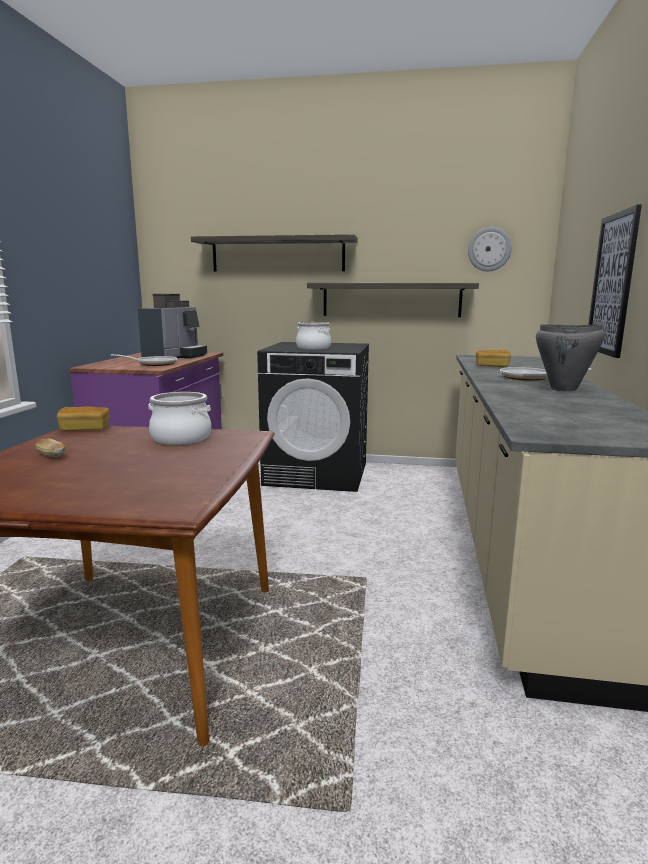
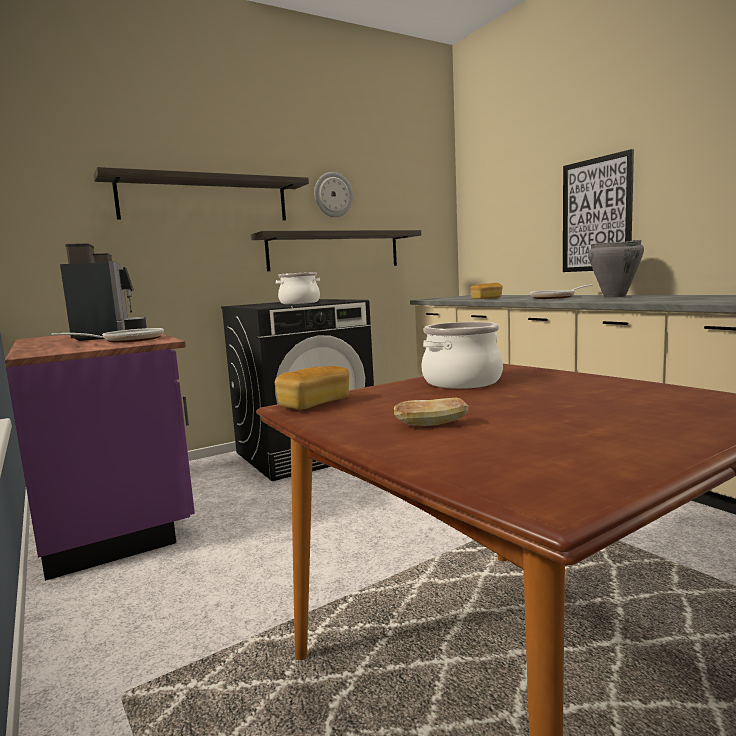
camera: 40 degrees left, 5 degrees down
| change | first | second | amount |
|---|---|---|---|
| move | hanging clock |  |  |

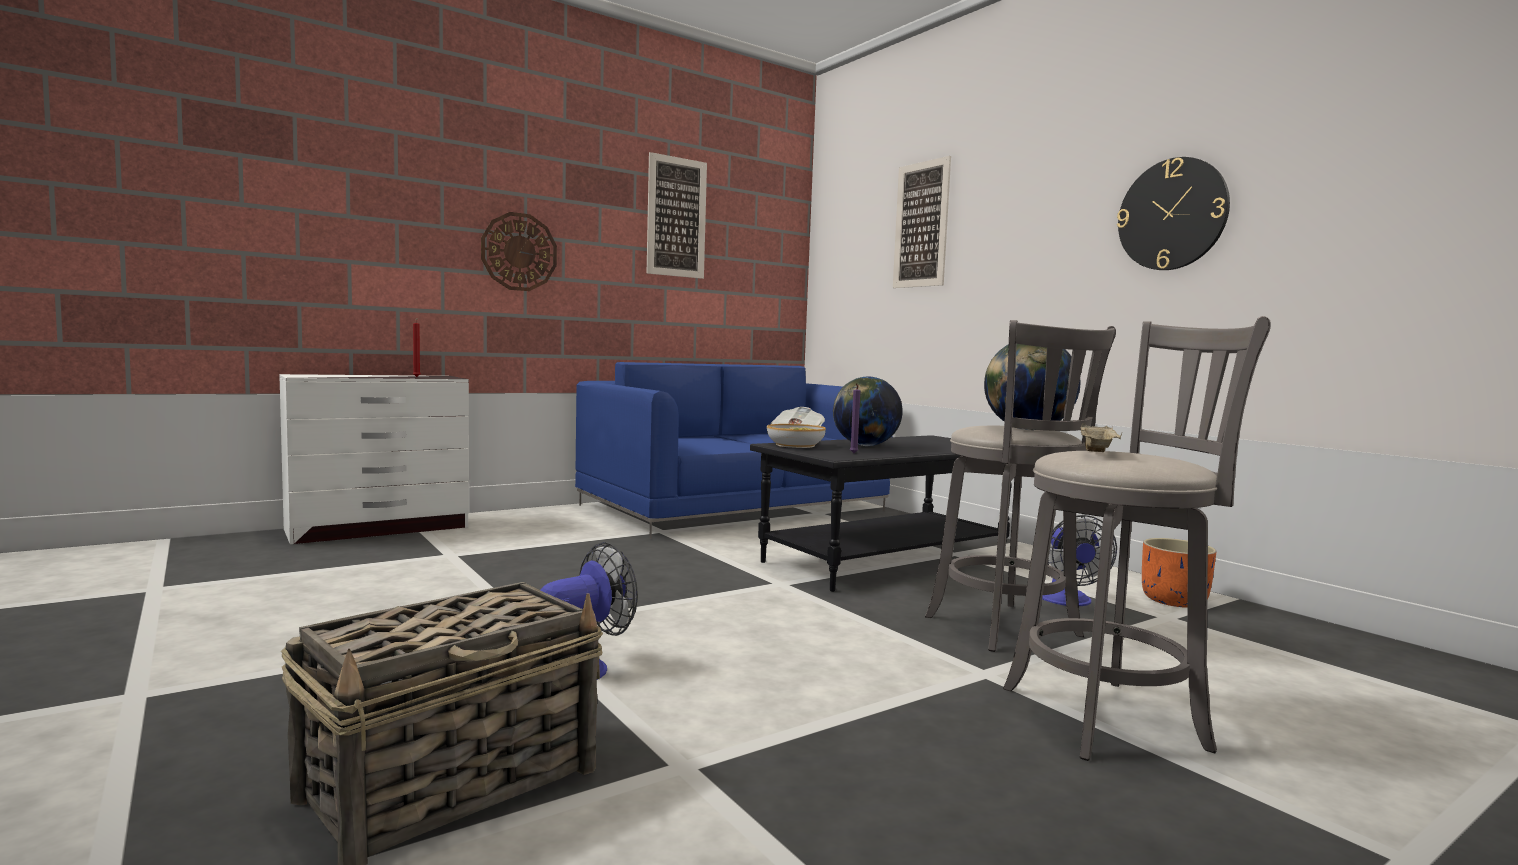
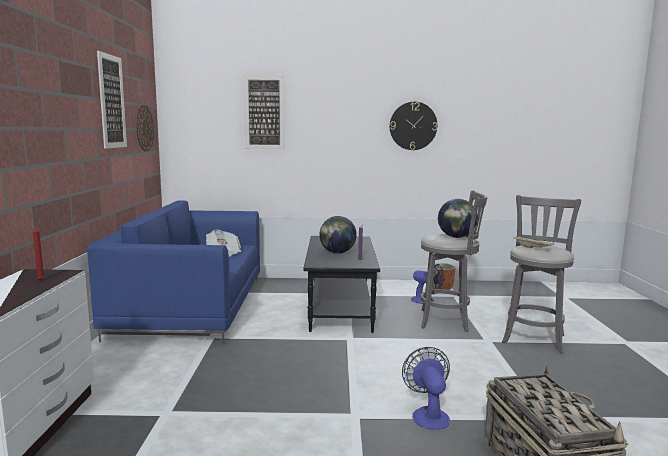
camera: 55 degrees left, 5 degrees up
| change | first | second | amount |
|---|---|---|---|
| move | hanging clock (1st from left) |  |  |
| delete | deep dish |  |  |

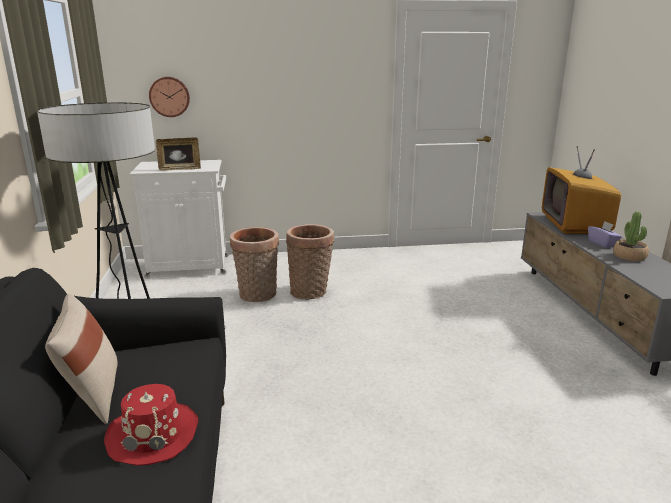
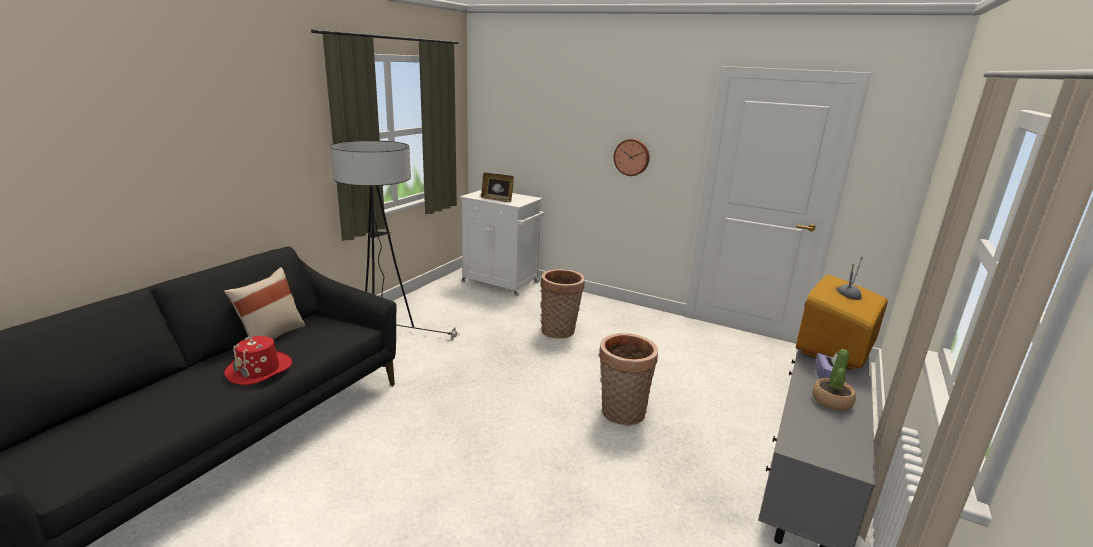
camera: 35 degrees right, 0 degrees up
| change | first | second | amount |
|---|---|---|---|
| move | hanging clock |  |  |
| move | basket (1st from left in the first image) | basket (2nd from left) |  |

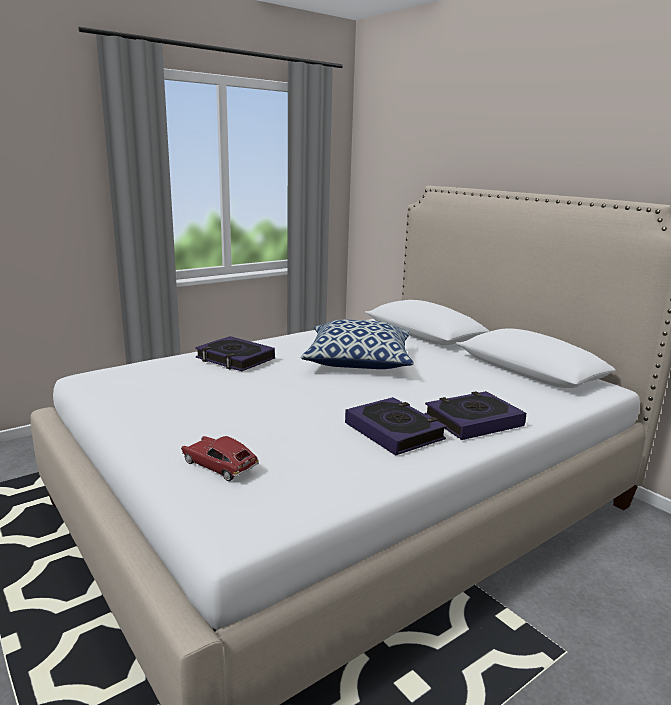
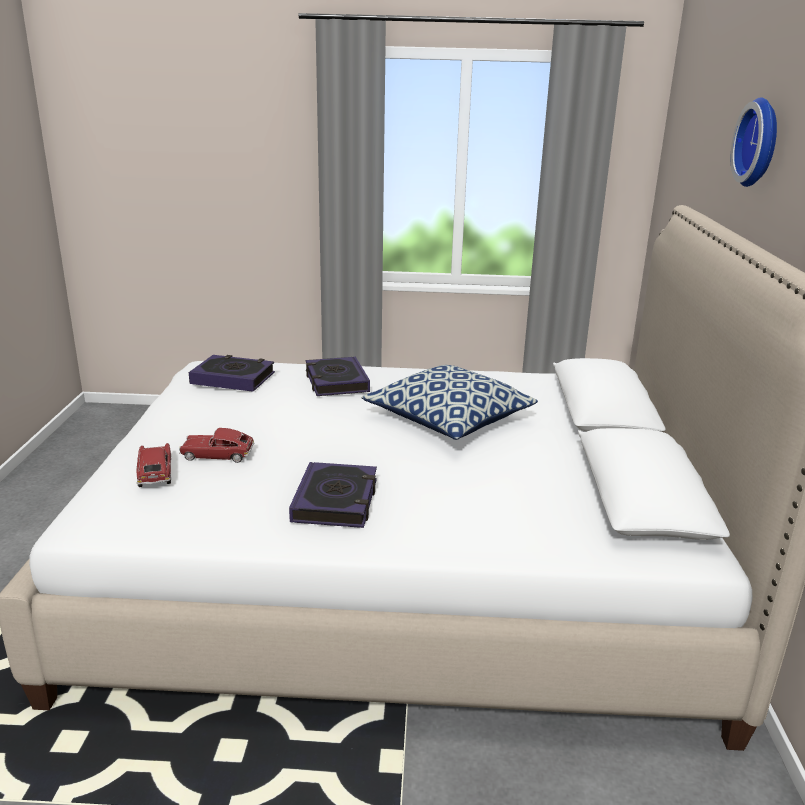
camera: 40 degrees right, 5 degrees up
| change | first | second | amount |
|---|---|---|---|
| move | volume (3rd from left in the first image) | volume (1st from left) |  |
| insert |  | model car (2nd from left) |  |
| insert |  | hanging clock |  |

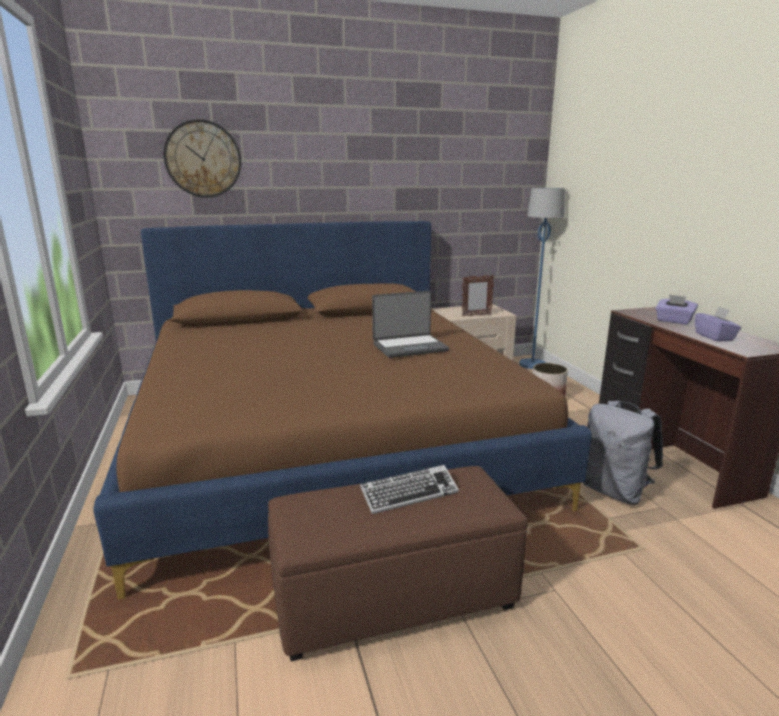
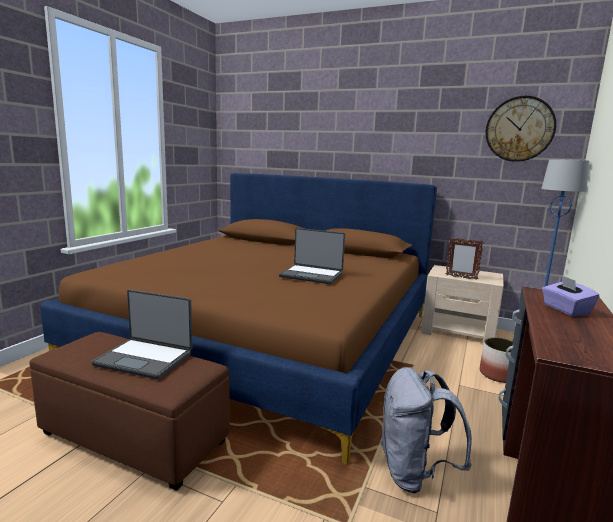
camera: 40 degrees right, 5 degrees down
| change | first | second | amount |
|---|---|---|---|
| move | hanging clock |  |  |
| replace | keyboard | laptop (1st from left) |  |
| delete | purplish tissue holder (2nd from left) |  |  |

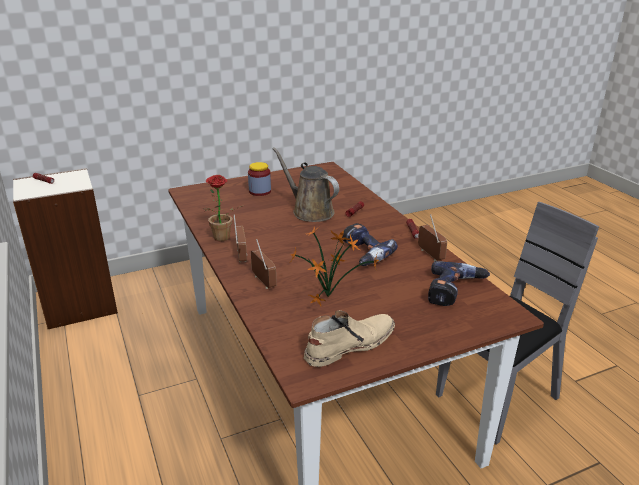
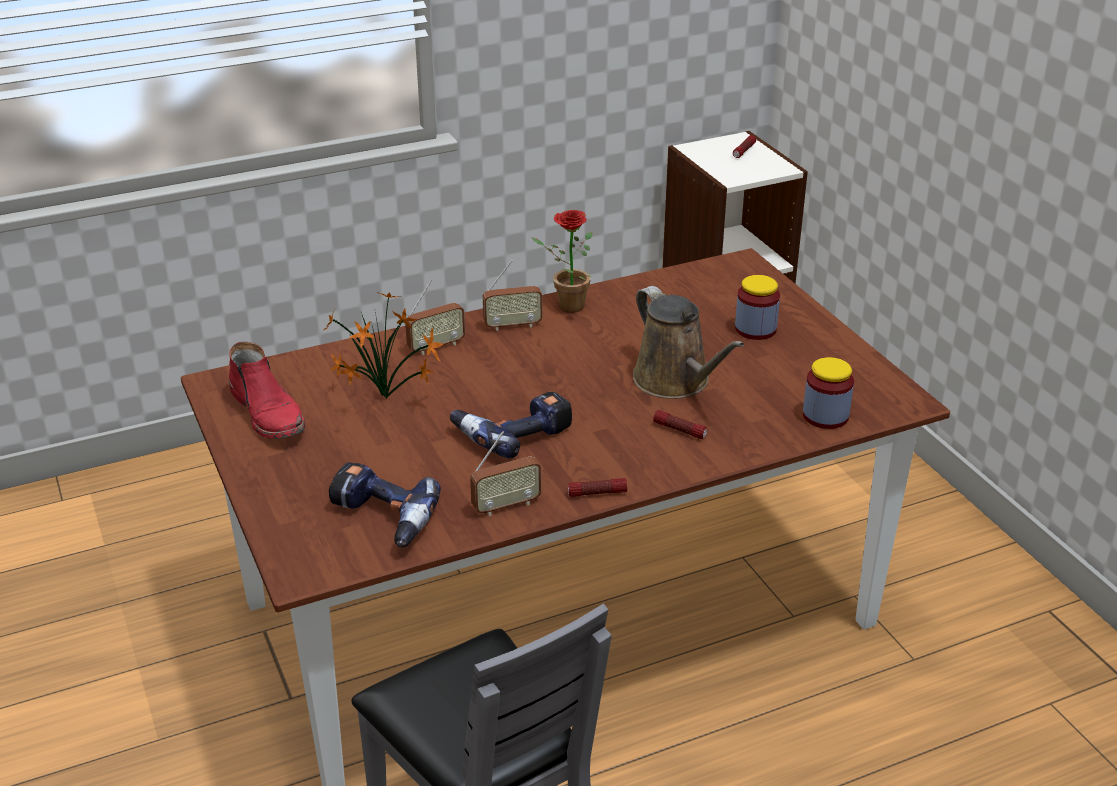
camera: 90 degrees right, 5 degrees up
| change | first | second | amount |
|---|---|---|---|
| rotate | brown watering can |  | 105 degrees clockwise |
| recolor | beige boot | reddish boot |  |
| insert |  | jar (2nd from left) |  |

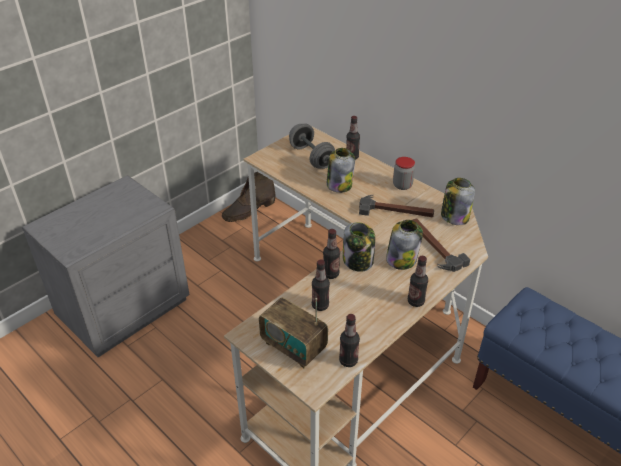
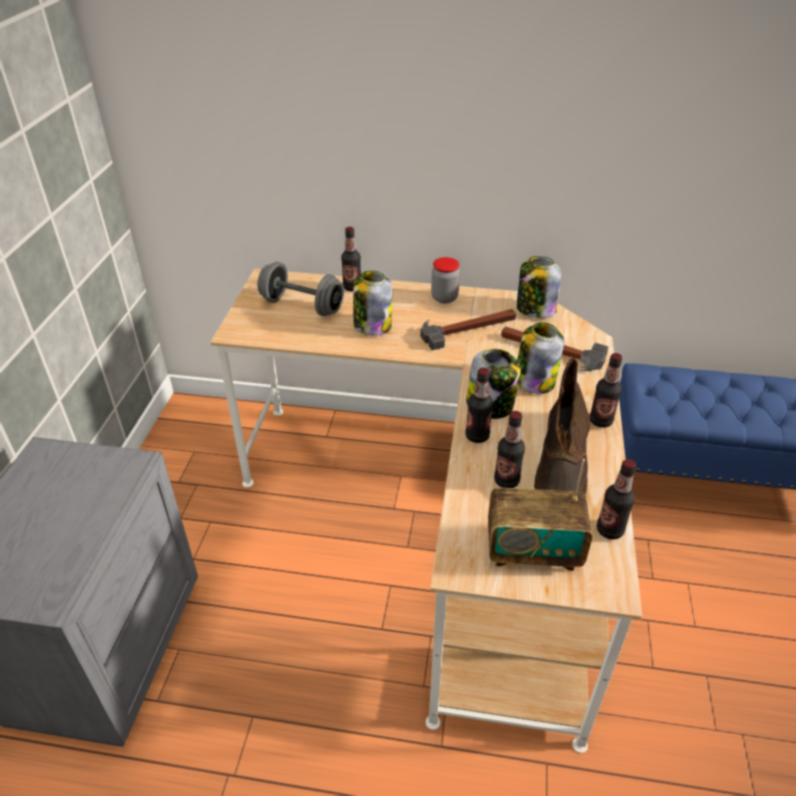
camera: 35 degrees left, 0 degrees up
| change | first | second | amount |
|---|---|---|---|
| move | brown boot |  |  |

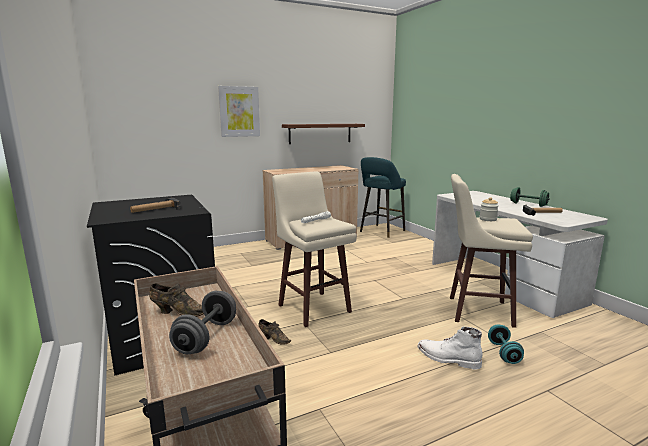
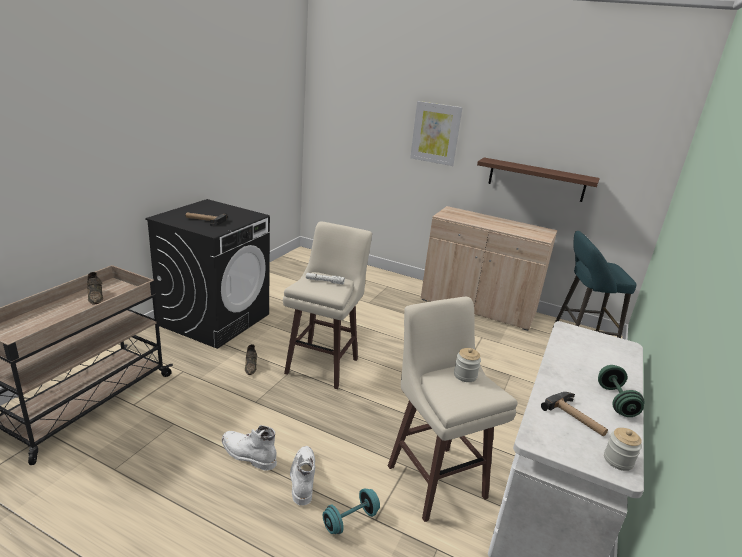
camera: 50 degrees right, 10 degrees up
| change | first | second | amount |
|---|---|---|---|
| delete | greyish free weight |  |  |
| insert |  | white-coloured boot (1st from left) |  |
| insert |  | jar (2nd from left) |  |

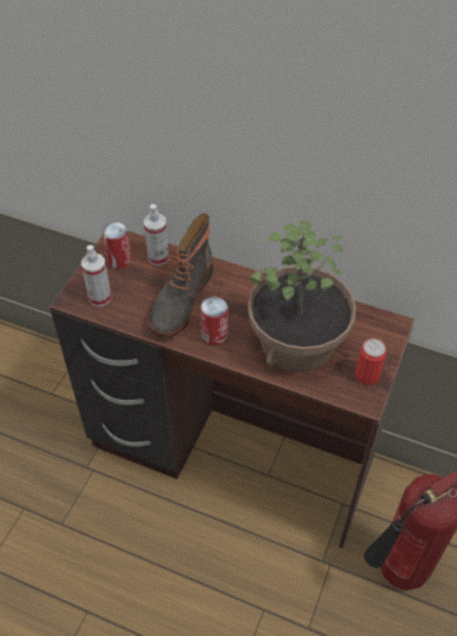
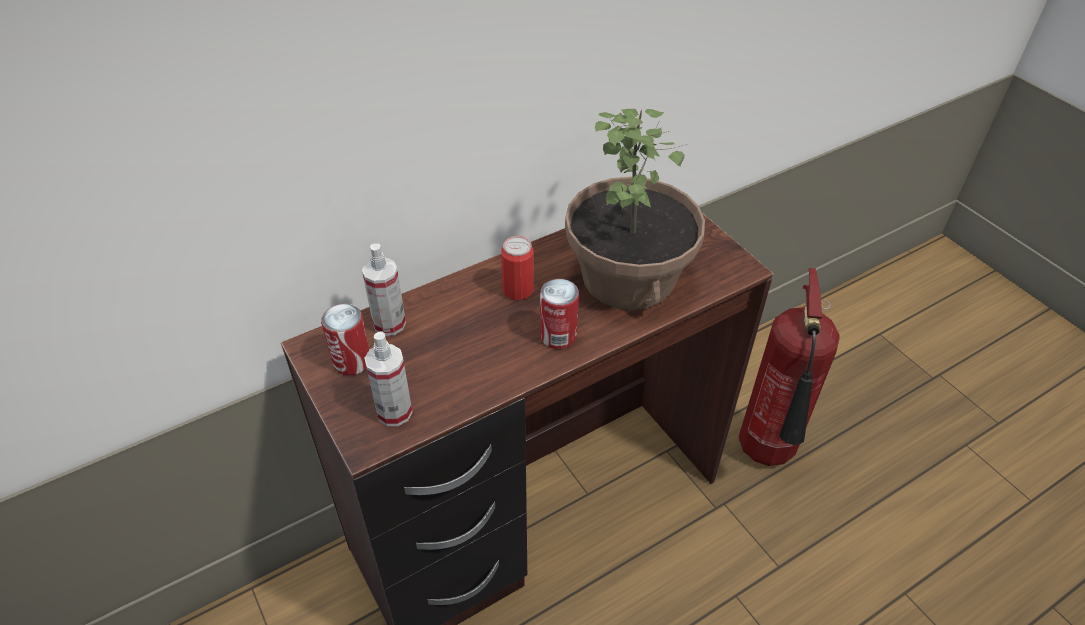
camera: 55 degrees left, 5 degrees down
| change | first | second | amount |
|---|---|---|---|
| delete | boot |  |  |
| move | metal can (3rd from left in the first image) | metal can (2nd from left) |  |

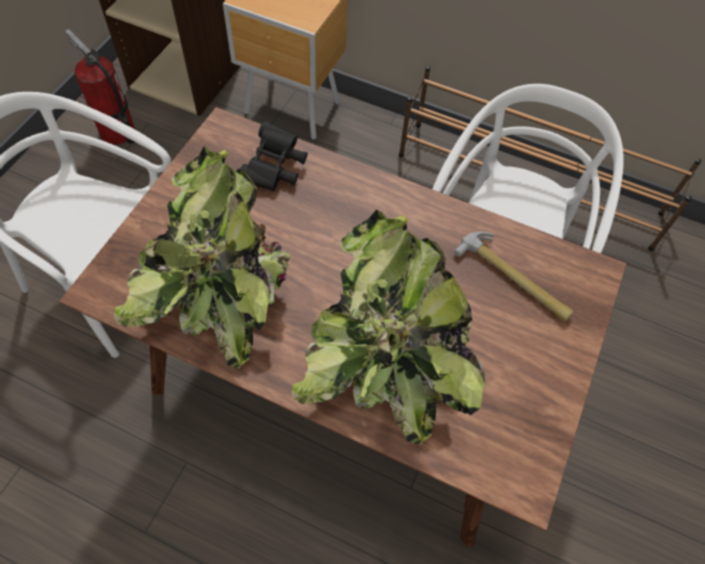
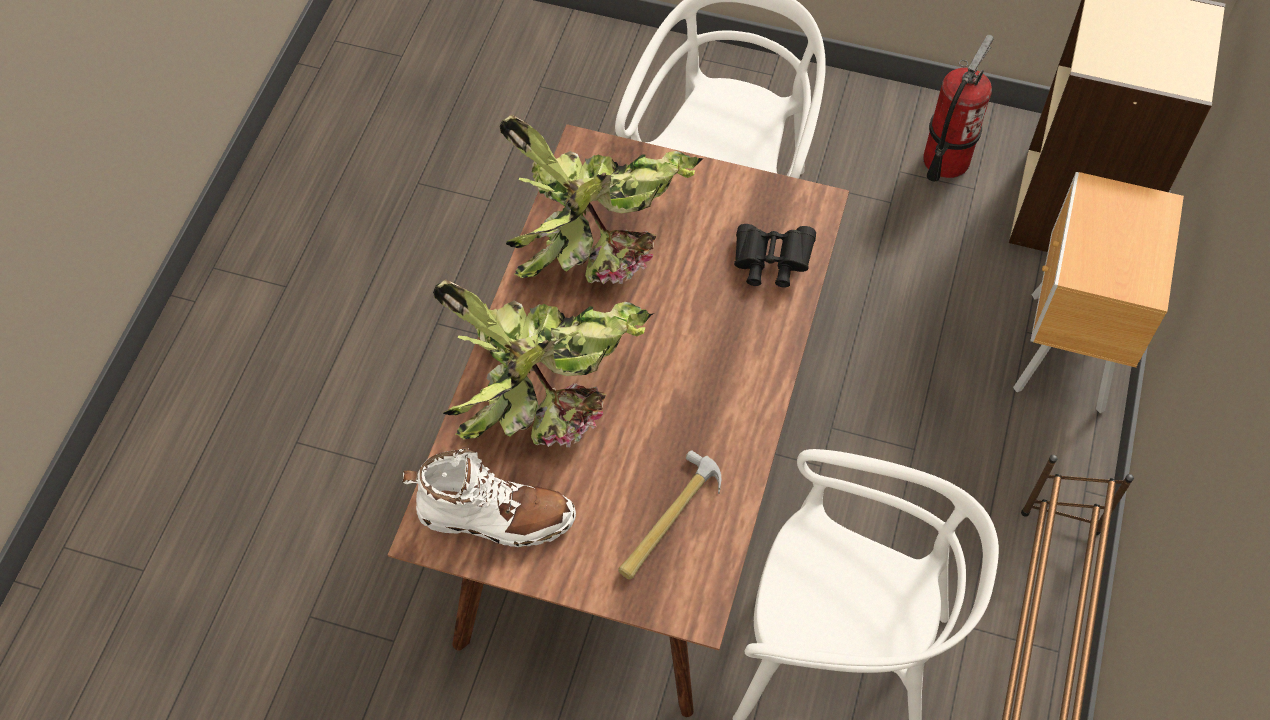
camera: 85 degrees right, 0 degrees up
| change | first | second | amount |
|---|---|---|---|
| insert |  | white-coloured boot |  |

